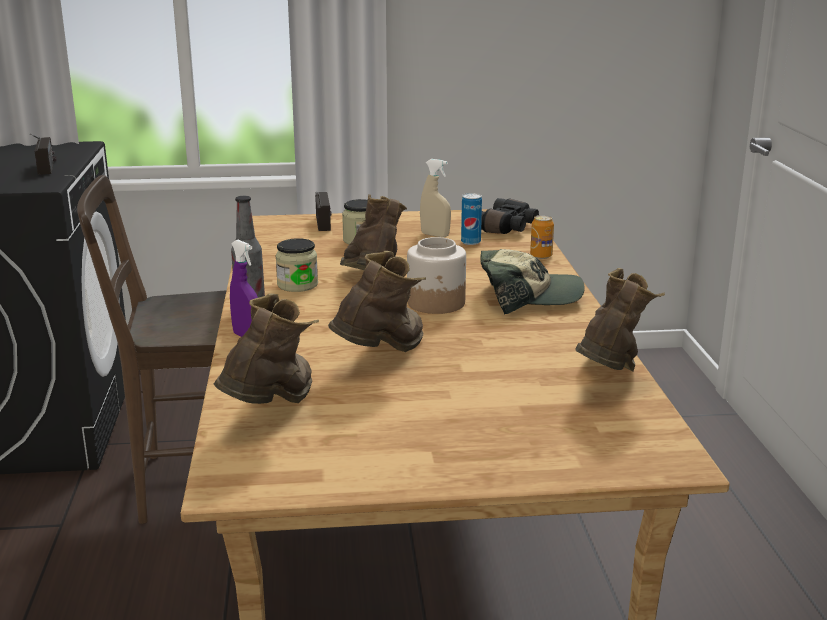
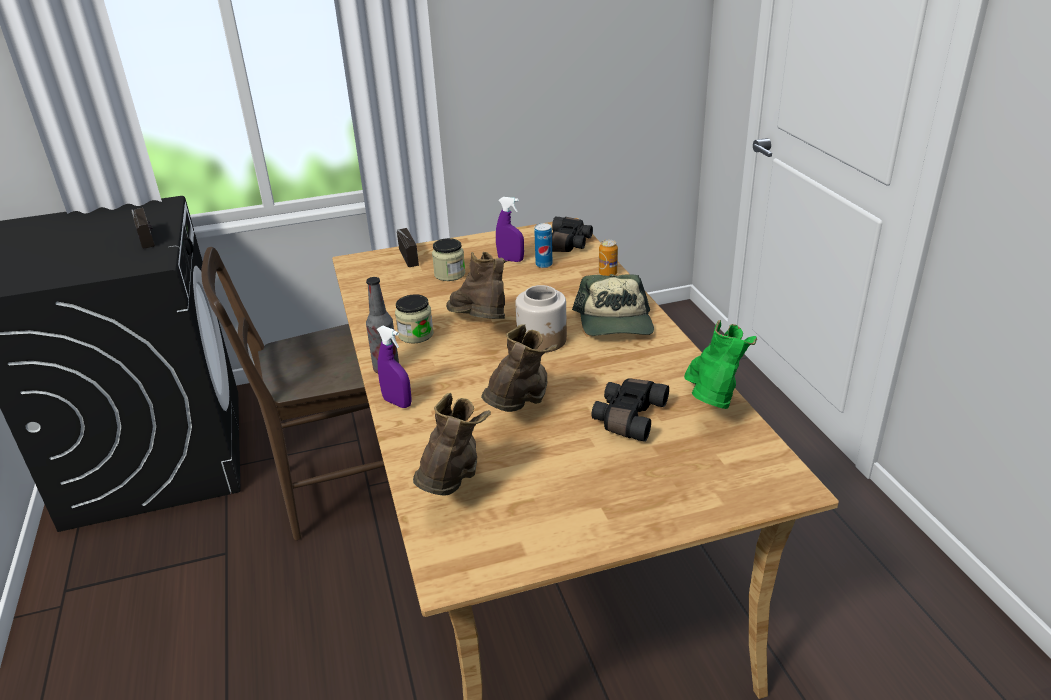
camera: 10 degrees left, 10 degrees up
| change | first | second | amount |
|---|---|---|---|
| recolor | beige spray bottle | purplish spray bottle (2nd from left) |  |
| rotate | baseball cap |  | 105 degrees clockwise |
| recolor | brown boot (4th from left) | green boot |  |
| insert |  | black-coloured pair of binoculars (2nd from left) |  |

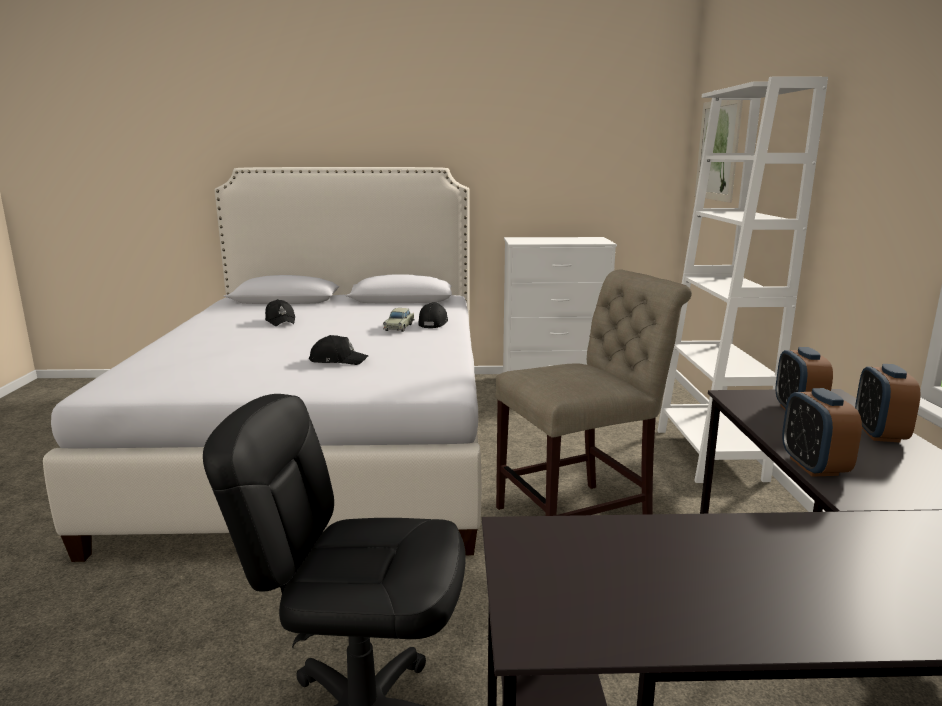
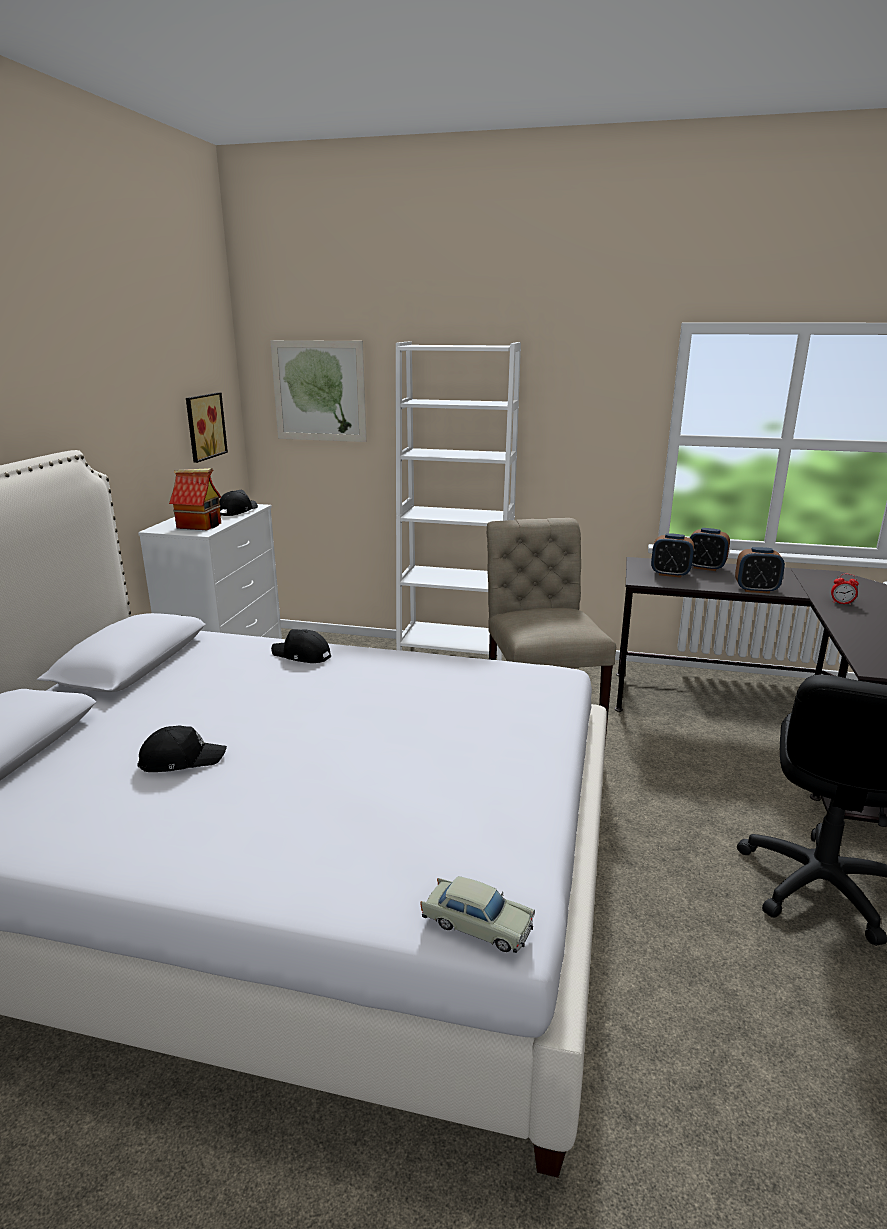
camera: 75 degrees left, 5 degrees up
| change | first | second | amount |
|---|---|---|---|
| move | black-coloured baseball cap (2nd from left) |  |  |
| move | beige model car |  |  |
| insert |  | toy house |  |
| insert |  | wall picture (1st from left) |  |
| insert |  | table clock (4th from left) |  |

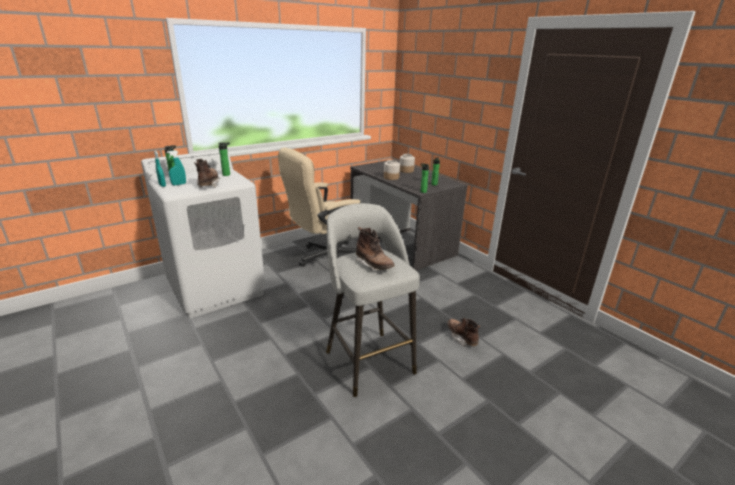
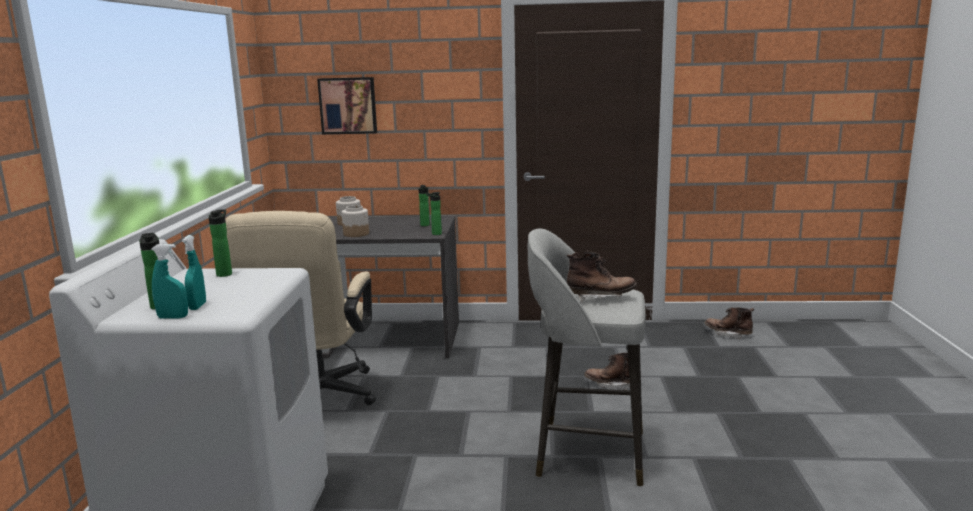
camera: 50 degrees left, 10 degrees down
| change | first | second | amount |
|---|---|---|---|
| move | brown boot (1st from left in the first image) | brown boot (3rd from left) |  |
| insert |  | wall picture |  |

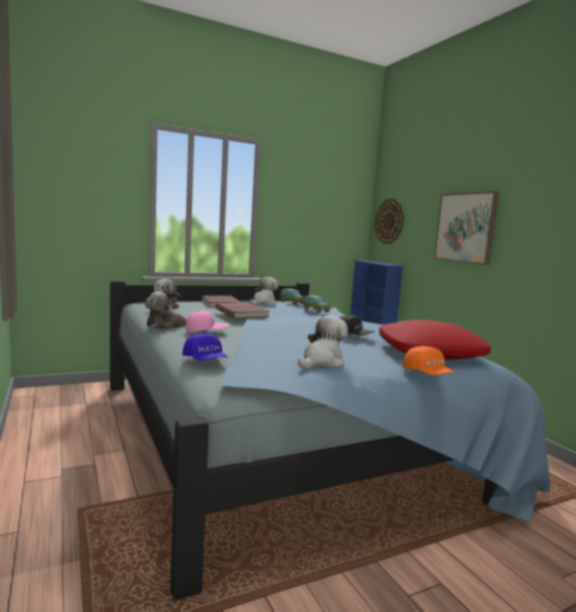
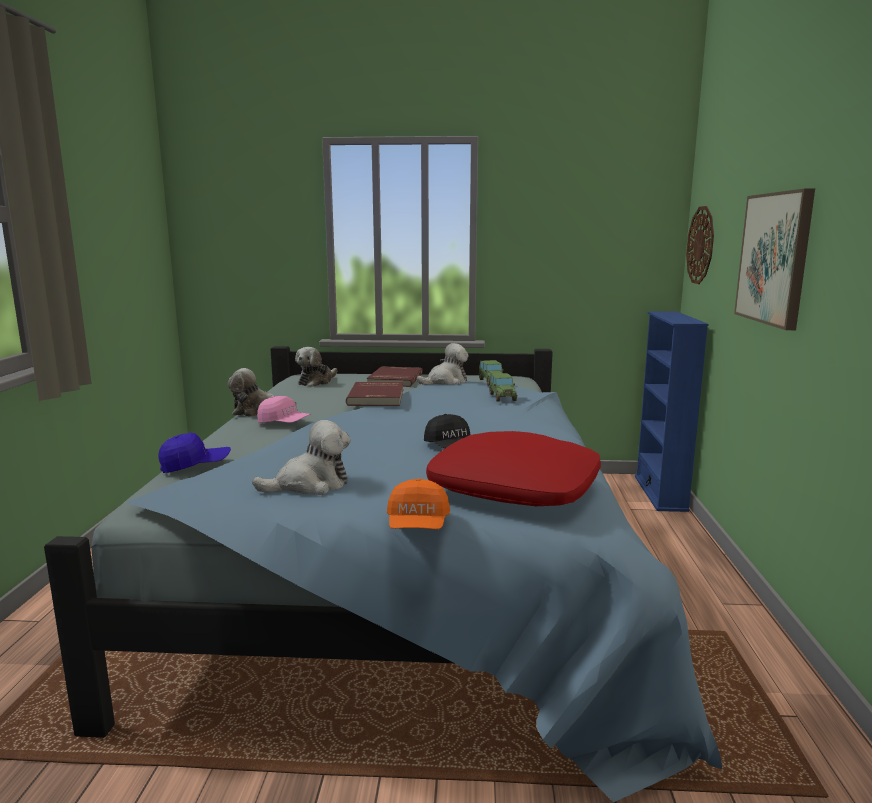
camera: 30 degrees right, 5 degrees up
| change | first | second | amount |
|---|---|---|---|
| rotate | blue baseball cap |  | 105 degrees counterclockwise |

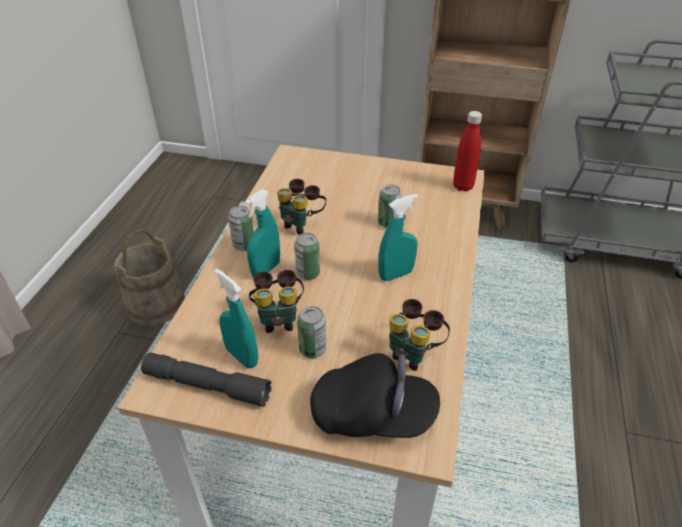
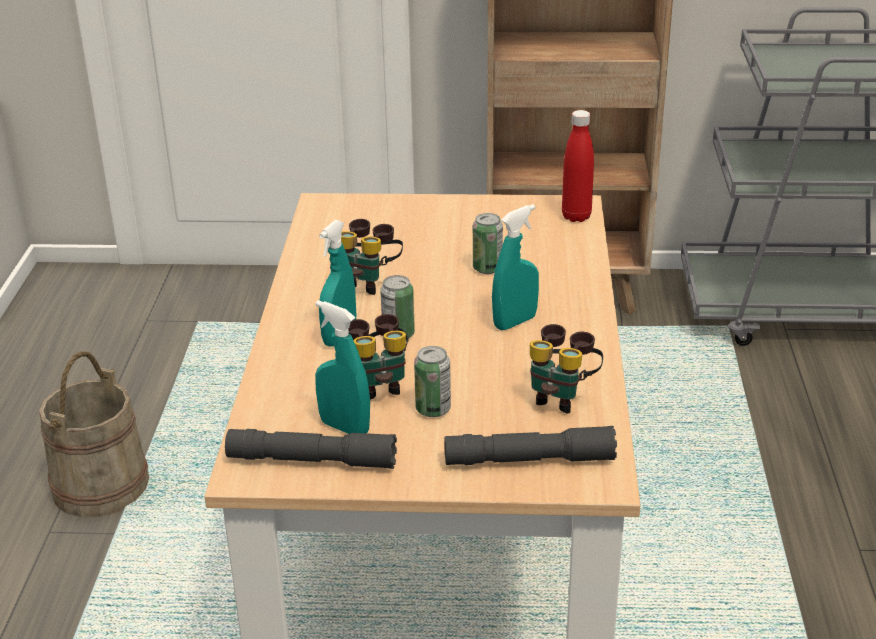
camera: 10 degrees left, 10 degrees down
| change | first | second | amount |
|---|---|---|---|
| delete | metal can (1st from left) |  |  |
| replace | black-coloured baseball cap | greyish torch (2nd from left) |  |

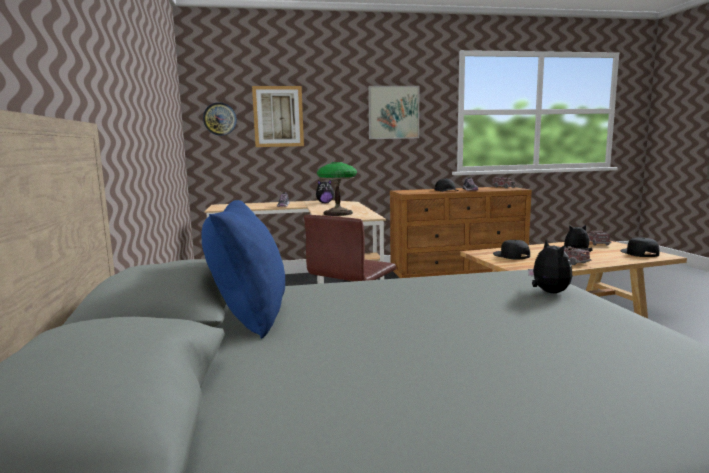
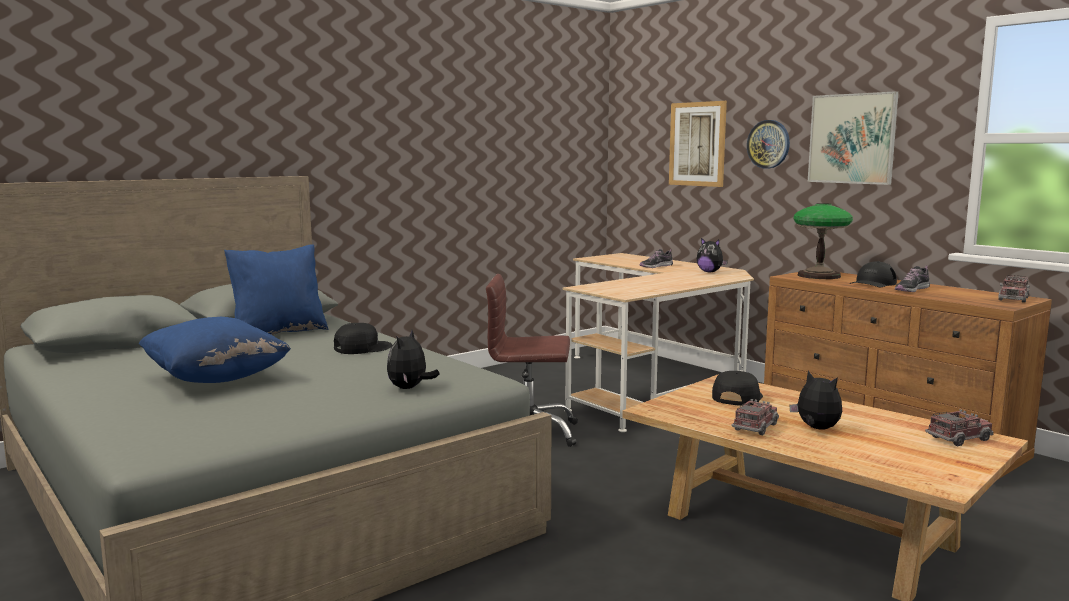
camera: 60 degrees right, 0 degrees up
| change | first | second | amount |
|---|---|---|---|
| move | hanging clock |  |  |
| move | lamp for a table |  |  |
| rotate | plush toy (2nd from left in the first image) | plush toy (1st from left) | 150 degrees clockwise |
| move | black-coloured baseball cap (3rd from left in the first image) | black-coloured baseball cap (1st from left) |  |
| insert |  | blue pillow (1st from left) |  |

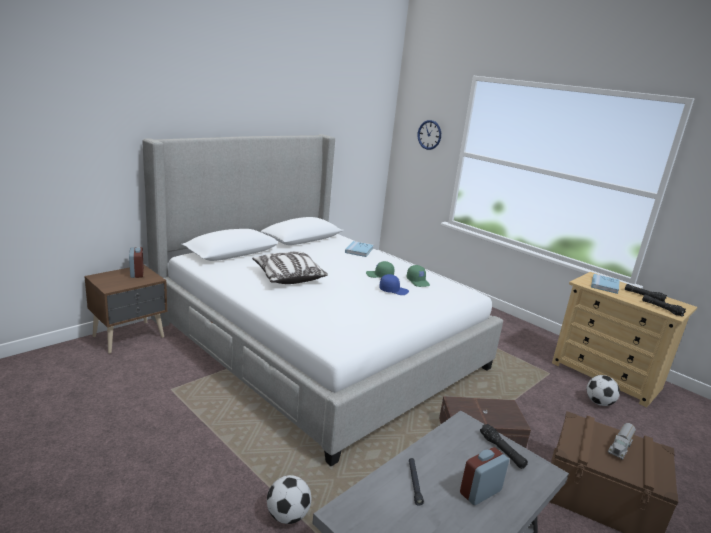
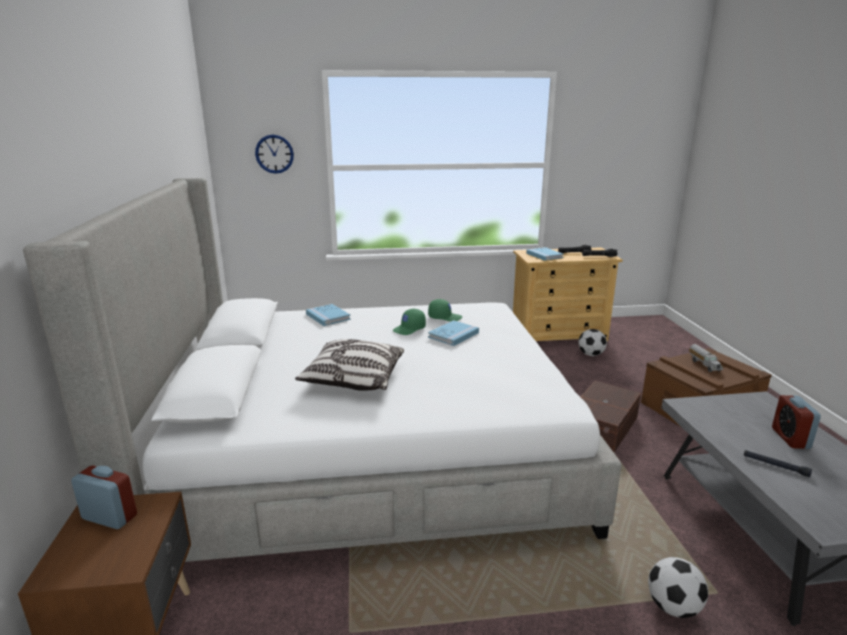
camera: 50 degrees left, 0 degrees up
| change | first | second | amount |
|---|---|---|---|
| replace | blue baseball cap | blue volume (2nd from left) |  |
| delete | black-coloured torch (2nd from left) |  |  |

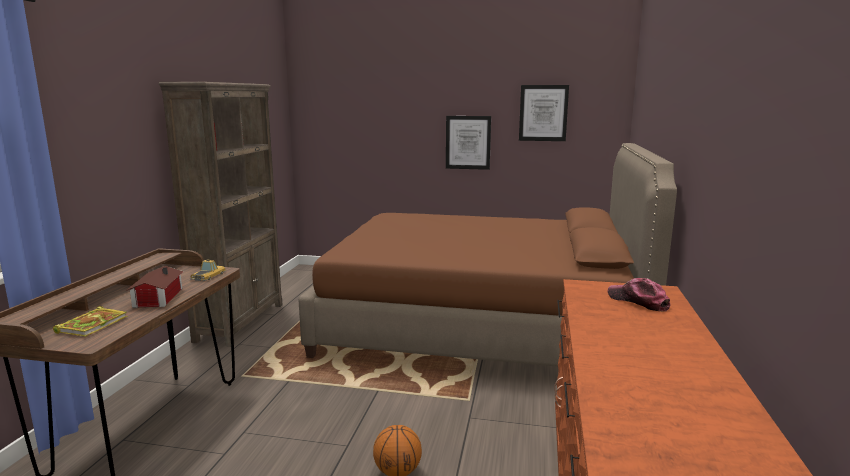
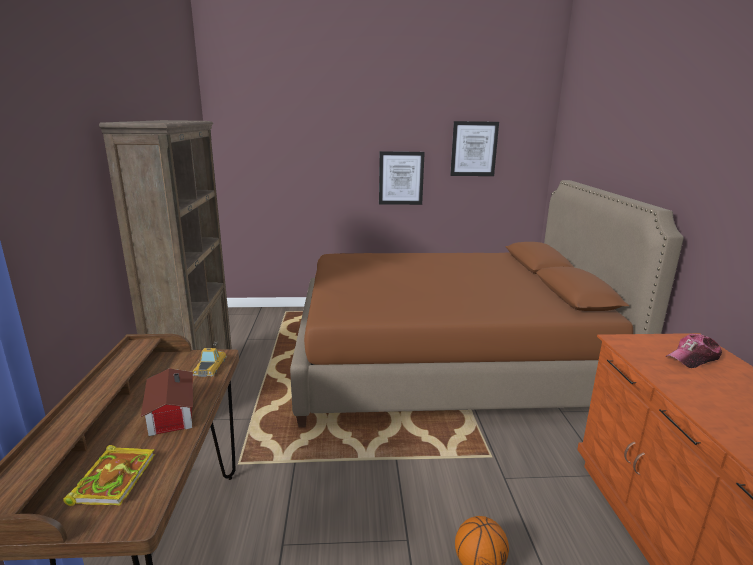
camera: 15 degrees left, 5 degrees up
| change | first | second | amount |
|---|---|---|---|
| rotate | baseball cap |  | 60 degrees counterclockwise |

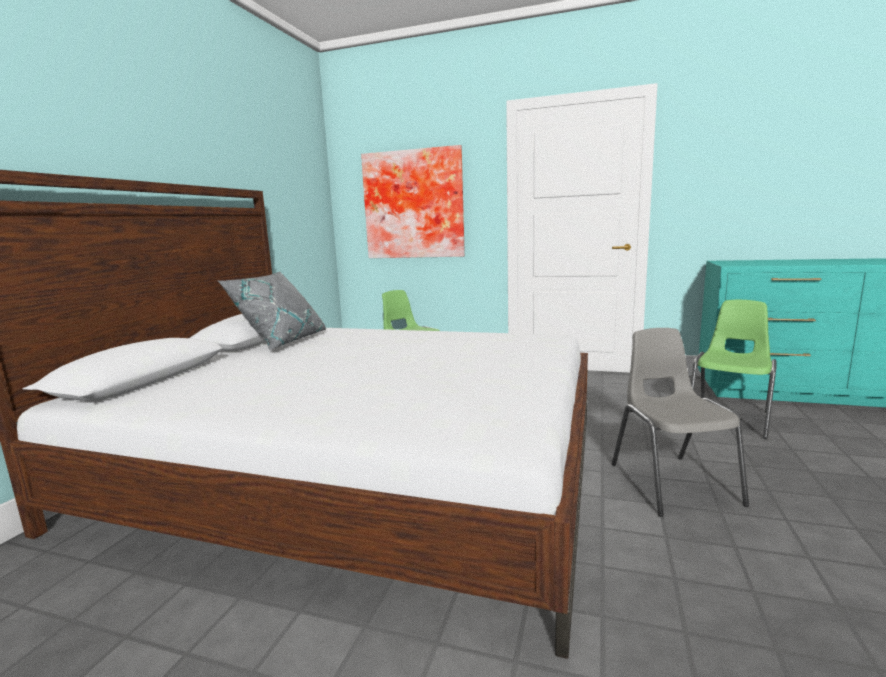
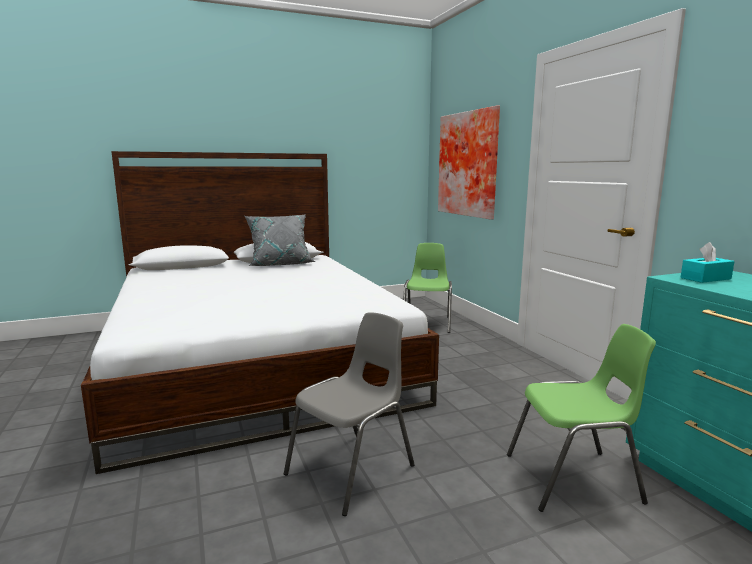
camera: 50 degrees right, 0 degrees up
| change | first | second | amount |
|---|---|---|---|
| insert |  | blue-green tissue holder |  |

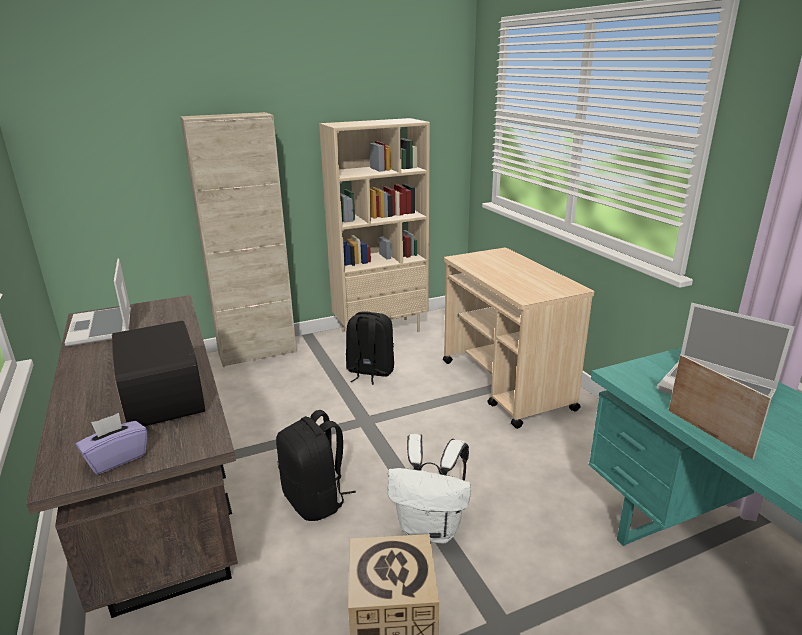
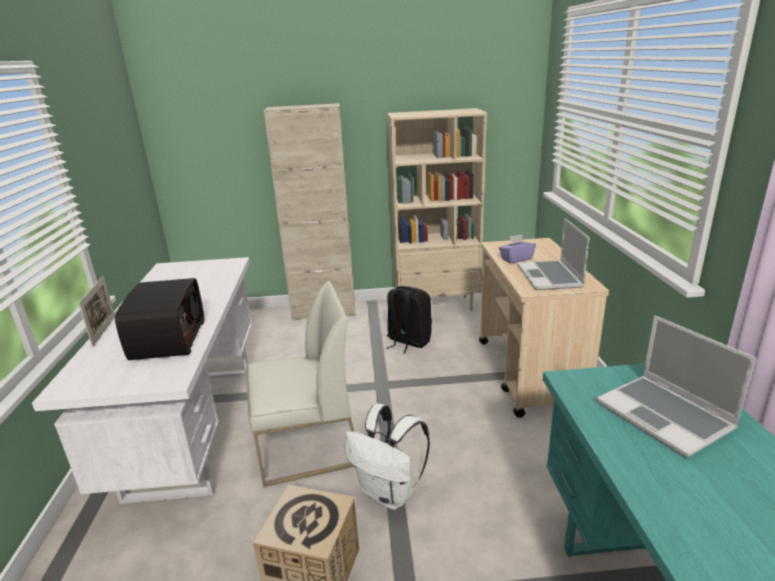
camera: 20 degrees right, 0 degrees up
| change | first | second | amount |
|---|---|---|---|
| recolor | brown desk unit | white-coloured desk unit |  |
| move | laptop (1st from left) |  |  |
| move | purplish tissue holder |  |  |
| replace | black-coloured backpack (1st from left) | white-coloured plain chair |  |
| move | standing frame |  |  |

